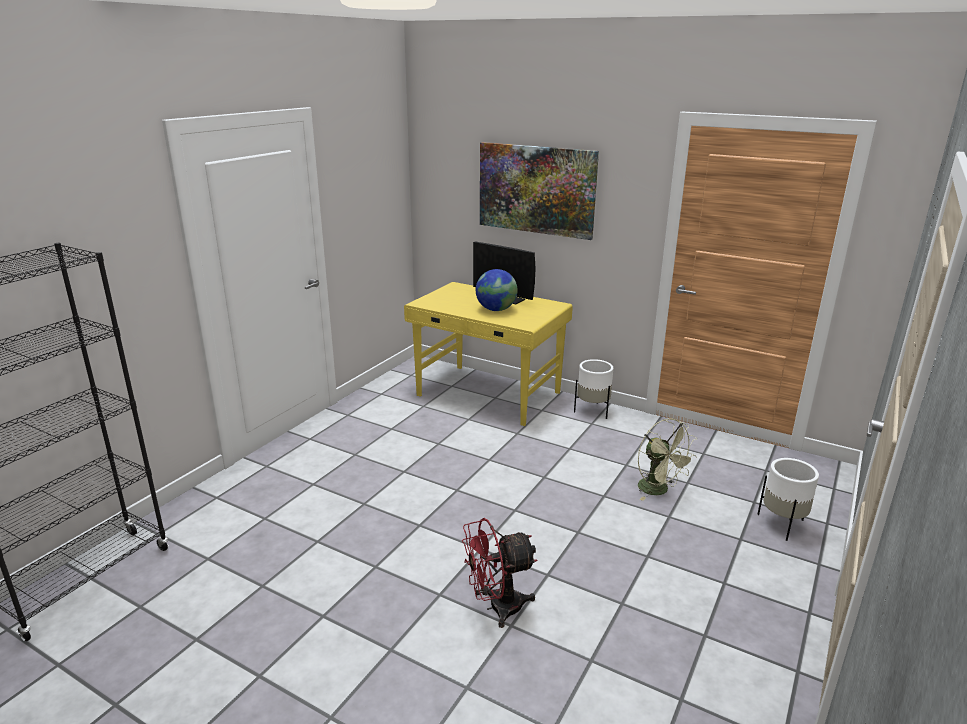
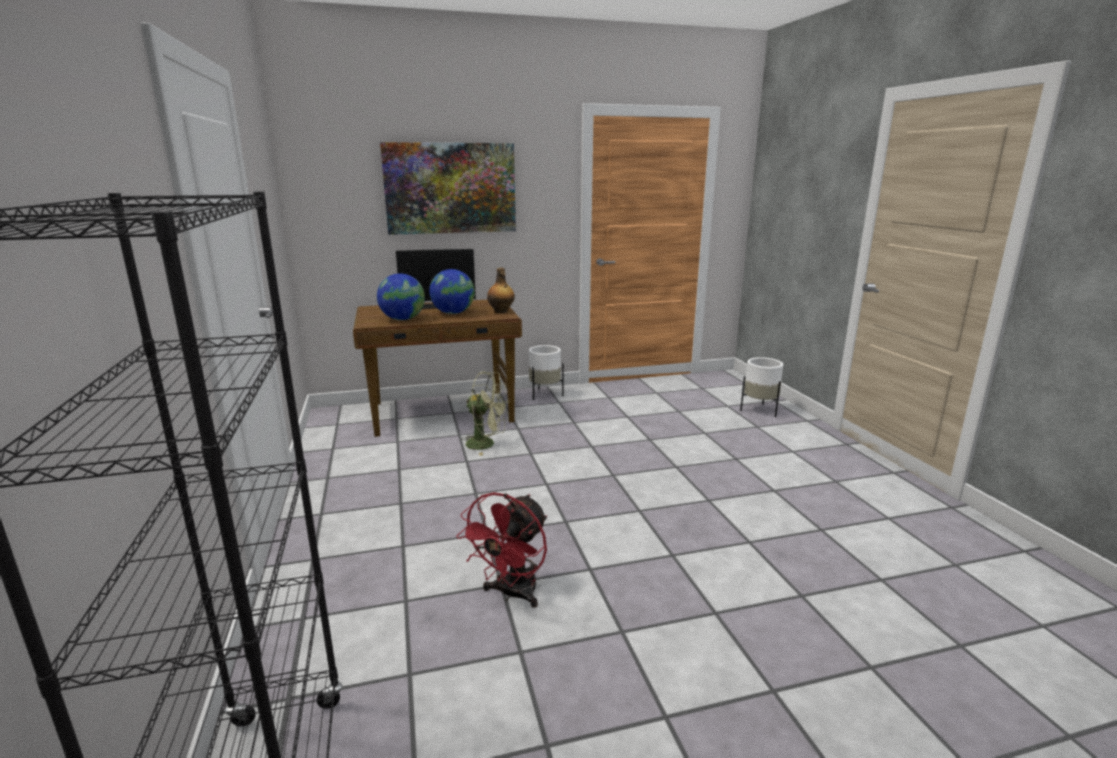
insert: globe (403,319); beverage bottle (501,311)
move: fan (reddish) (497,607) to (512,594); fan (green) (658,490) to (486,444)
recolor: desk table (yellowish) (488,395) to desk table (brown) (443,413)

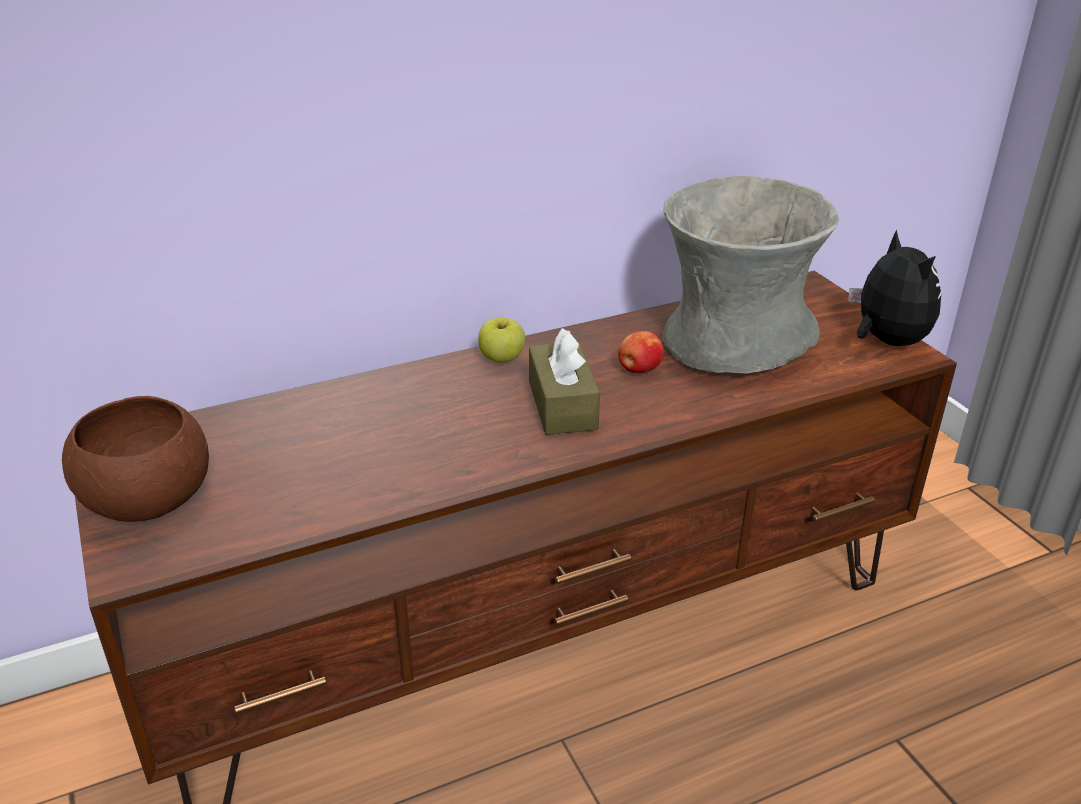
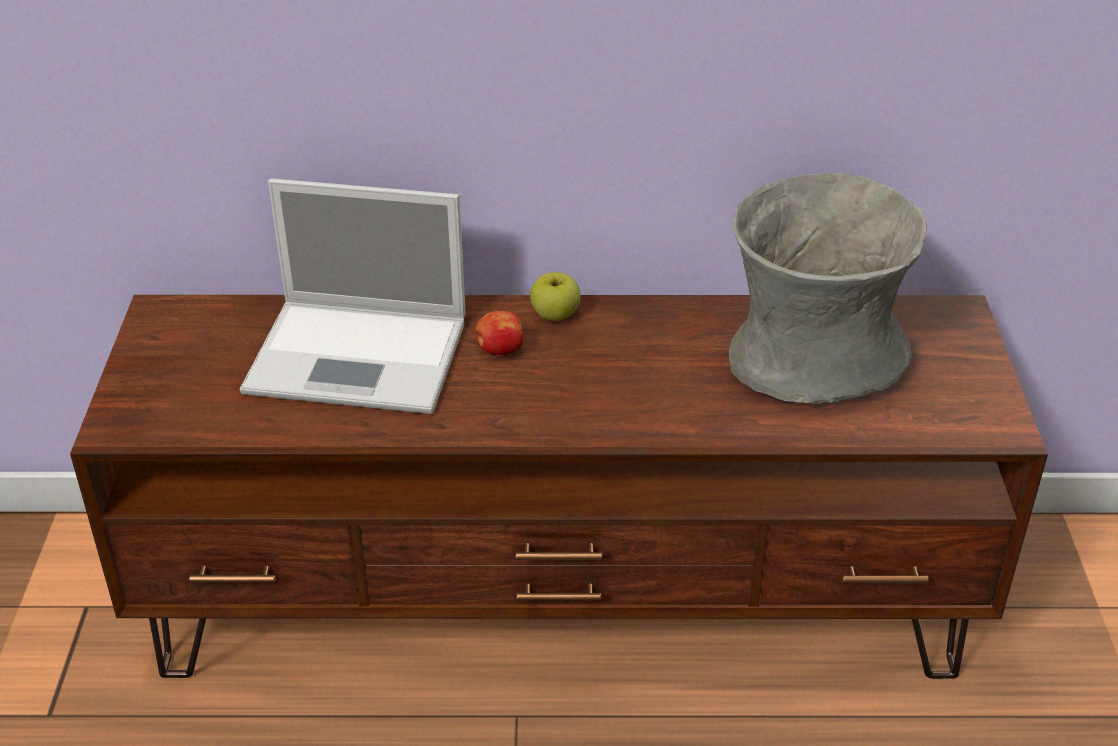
delete: deep dish (brown) (148,499); box of tissues (brown) (562,405); soft toy (886,341)
insert: notebook computer (362,356)
move: apple fruit (639,370) to (499,350)

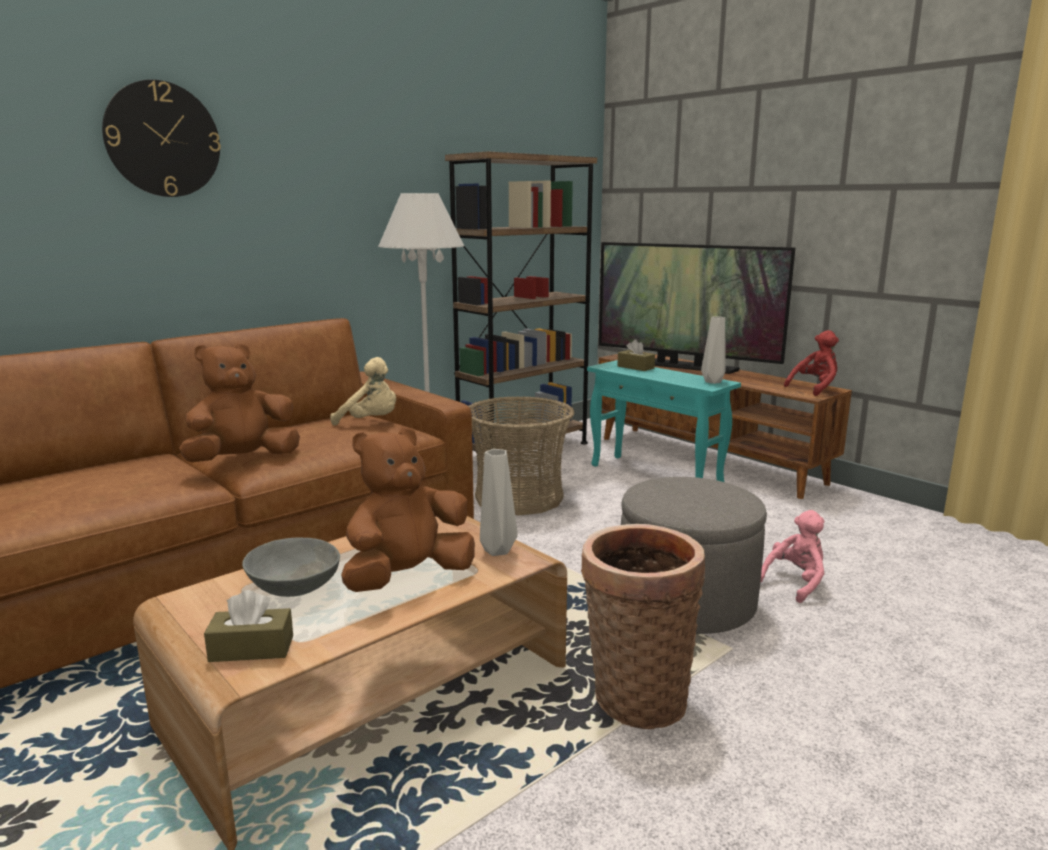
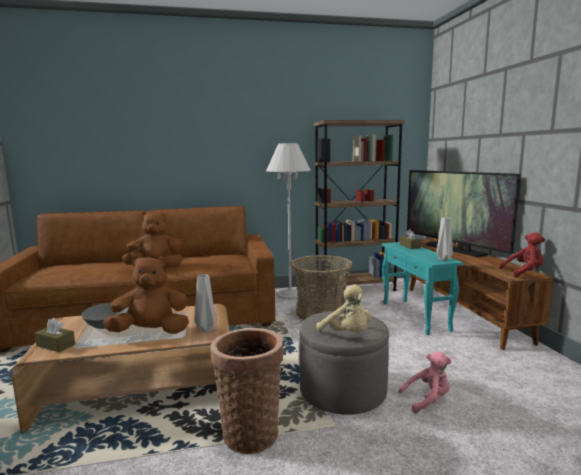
delete: hanging clock (163,139)
move: soft toy (sand-coloured) (371,422) to (347,334)

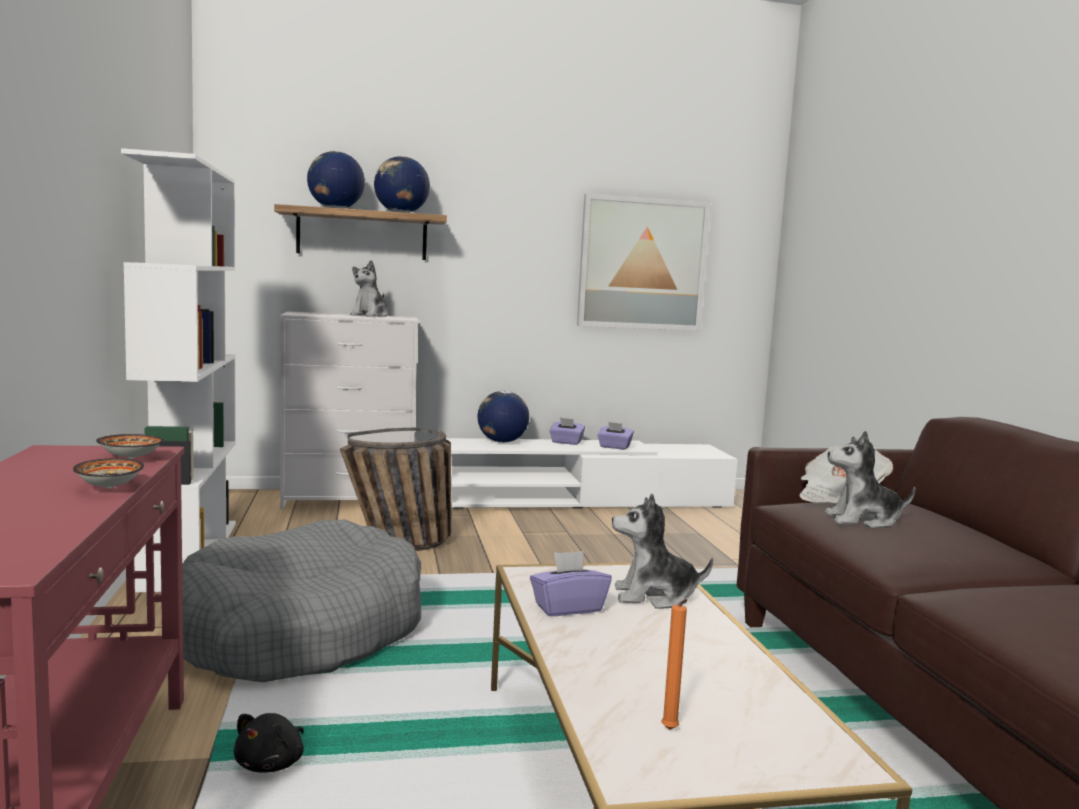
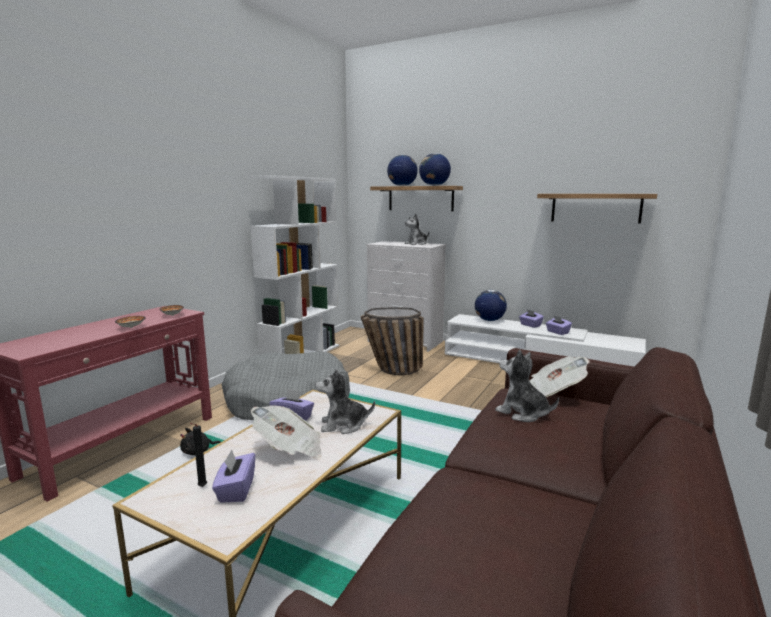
insert: box of tissues (purplish) (236,490); daily paper (289,448)
replace: picture (642,264) to bracket shelf (595,208)
recolor: wax candle (orange-coloured) (670,731) to wax candle (black) (201,487)
rotate: soft toy (654,596) = (343,425) 45 degrees counterclockwise

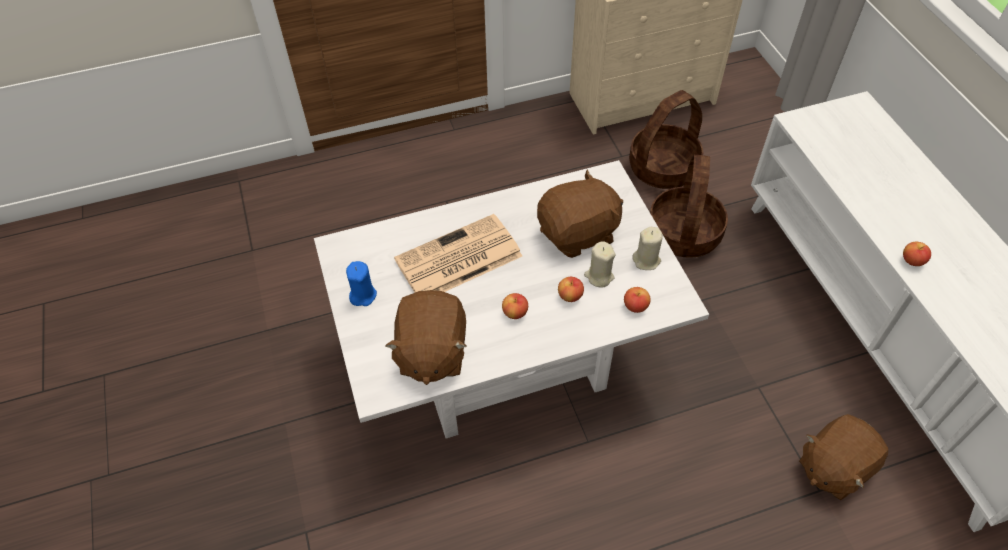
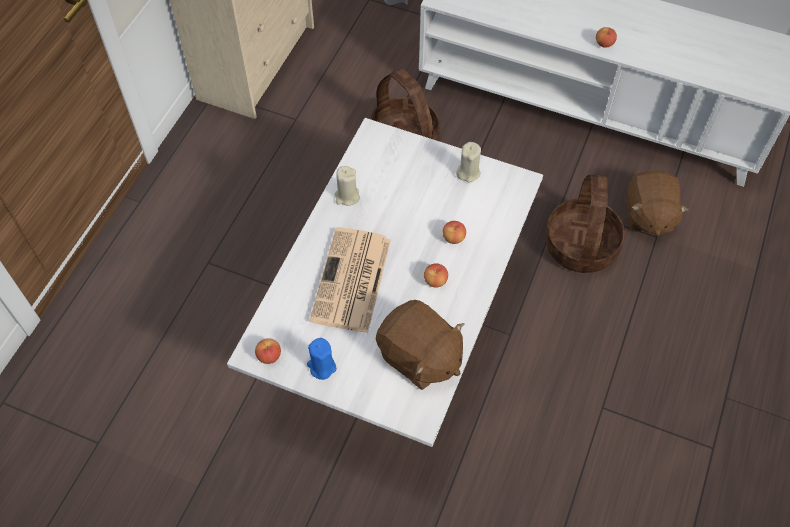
delete: soft toy (brown) (578,234)
move: apple fruit (635,306) to (269,356); wax candle (sand-coloured) (599,276) to (347,196); basket (663,167) to (580,245)

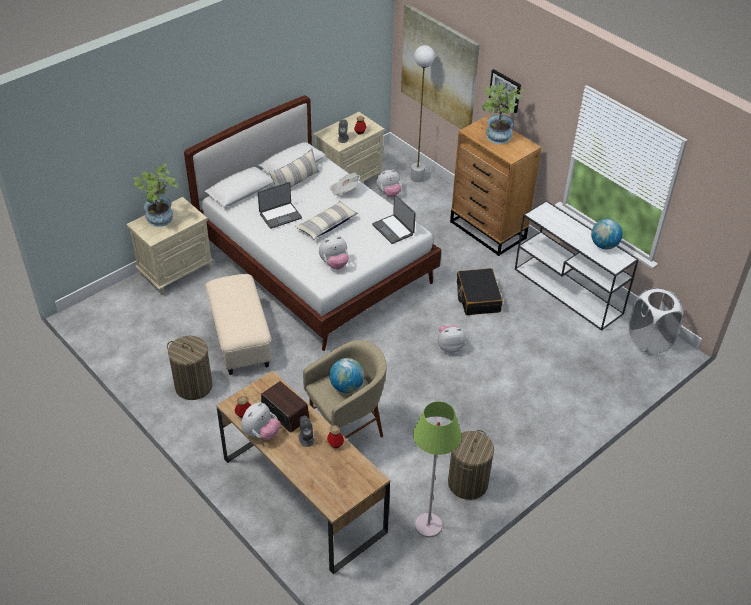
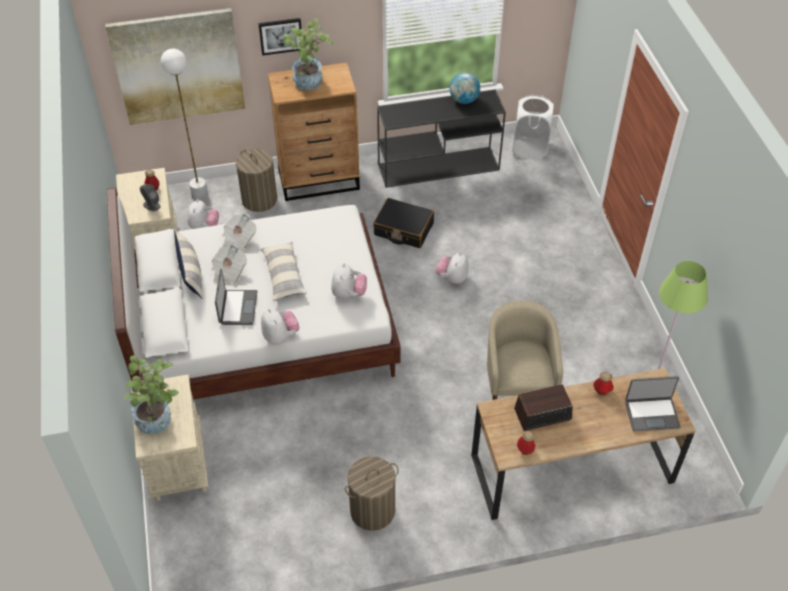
delete: ottoman (sand-coloured) (241,339); loudspeaker (grey) (306,438); globe (347,386)
insert: daily paper (228,272)
move: hamper (468,483) to (259,200); soft toy (261,433) to (280,336); notebook computer (393,229) to (651,414)
recolor: hall table (white-coloured) (569,292) to hall table (black) (439,167)

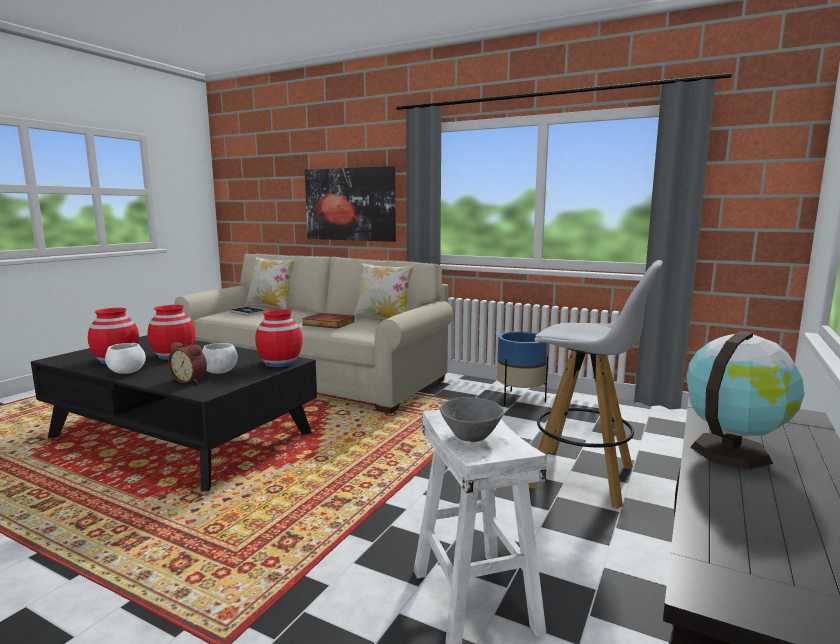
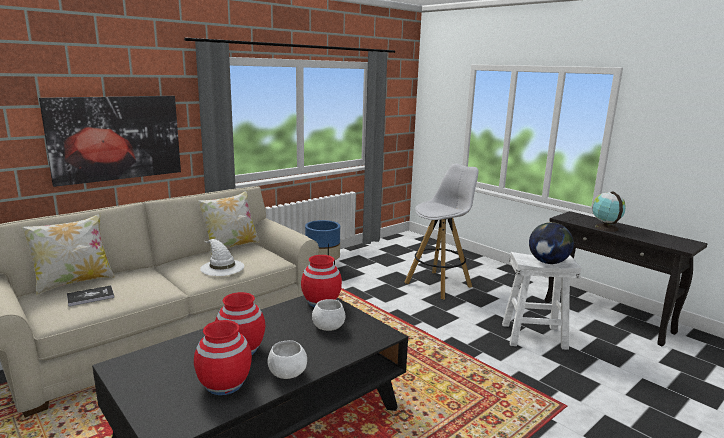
delete: alarm clock (190,380)
replace: volume (327,323) to wearable hat (white-coloured) (221,267); deep dish (grey) (469,437) to globe (548,262)

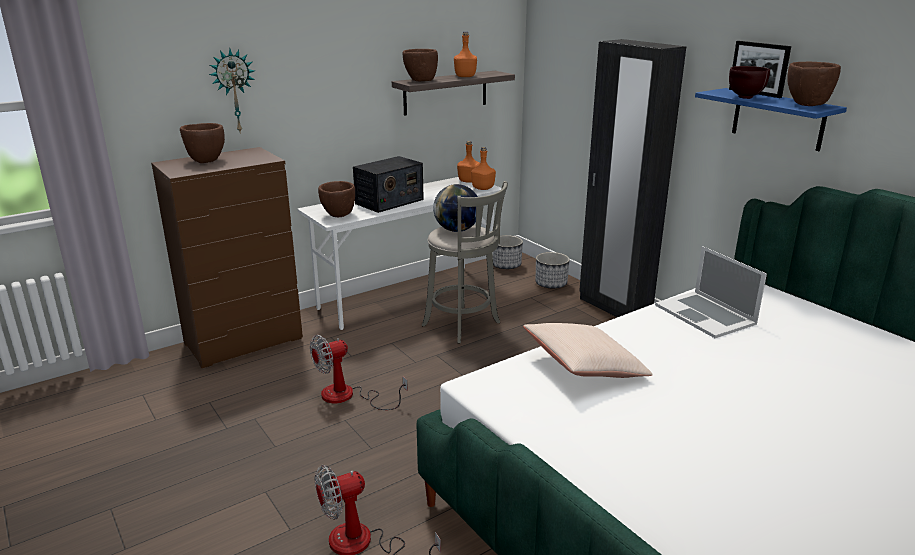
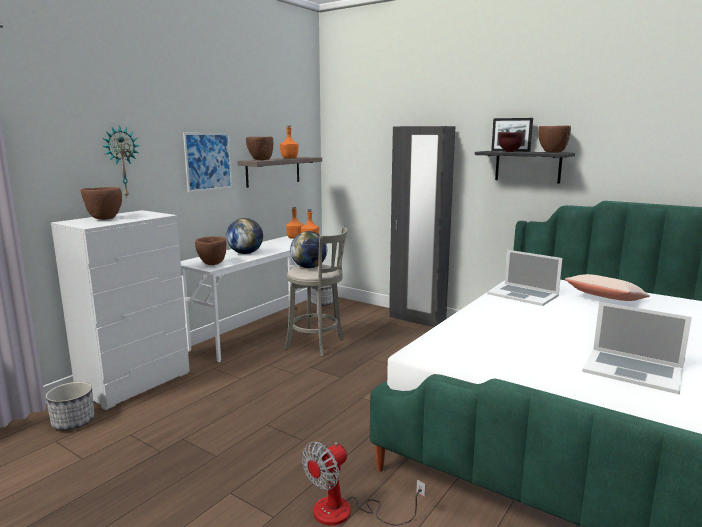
delete: fan (348,396)
insert: picture (208,161); notebook computer (632,370)
move: planter (551,284) to (73,422); pillow (sand-coloured) (584,367) to (605,299)
replace: radio receiver (389,202) to globe (245,253)
recolor: chest of drawers (brown) (244,341) to chest of drawers (white-coloured) (135,383); bracket shelf (blue-coloured) (778,119) to bracket shelf (black) (527,166)

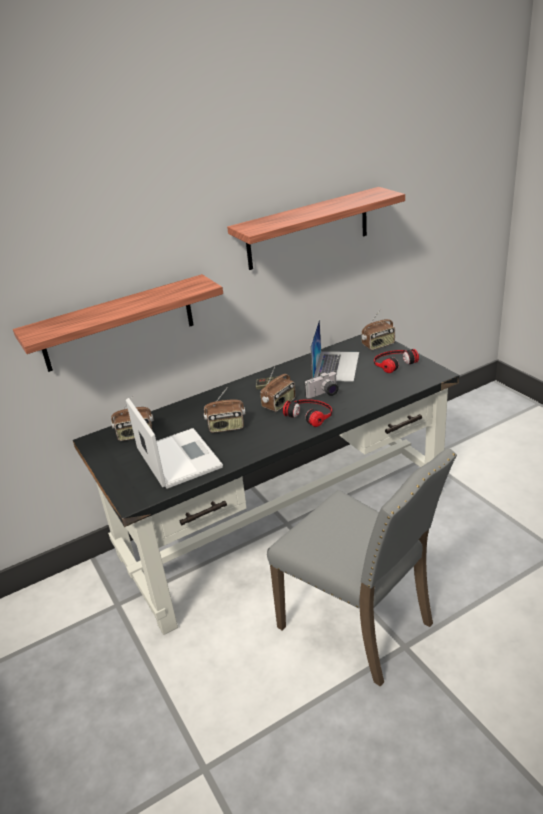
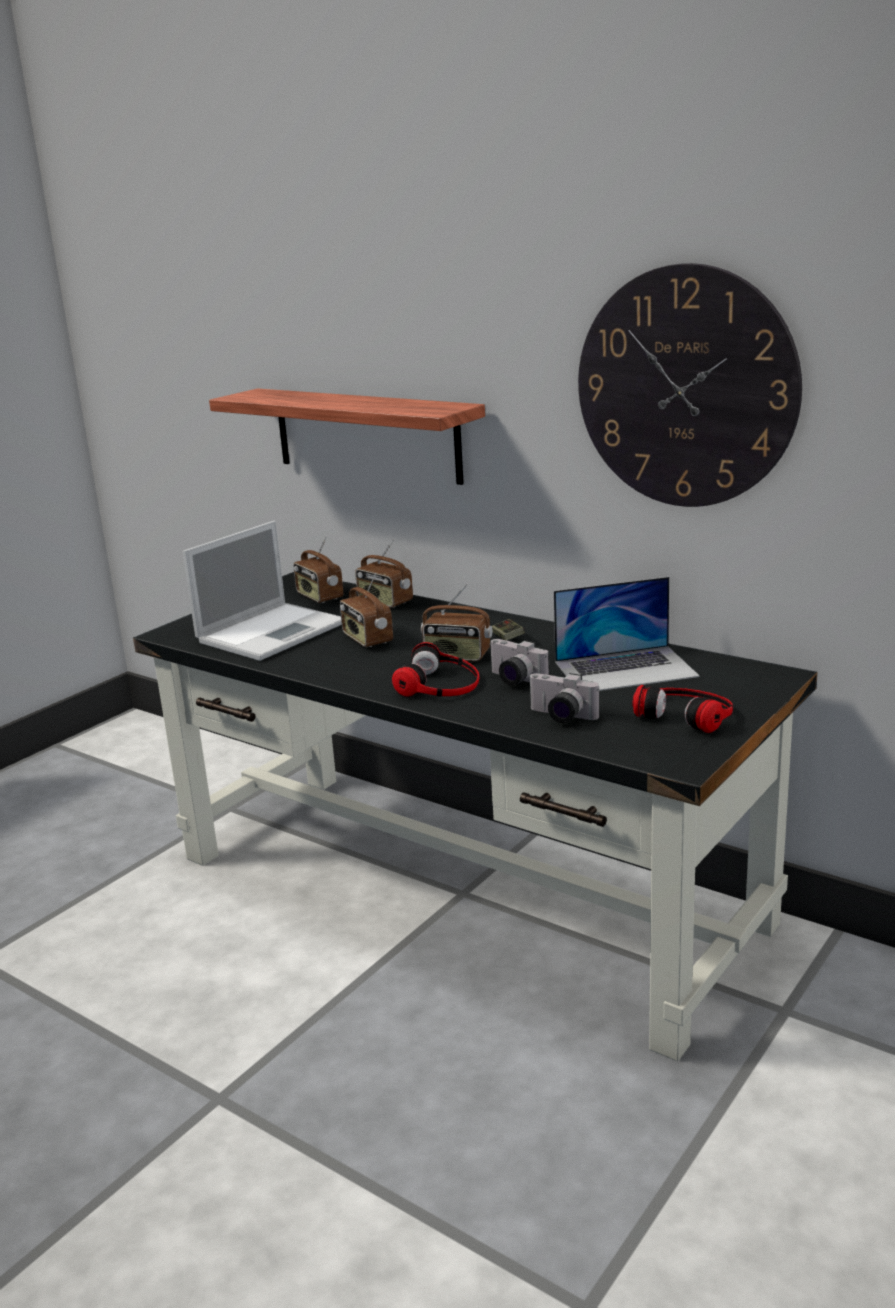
delete: plain chair (grey) (360,624)
insert: still camera (560,717)
move: radio receiver (378,345) to (384,602)
replace: bracket shelf (308,229) to hanging clock (685,388)

